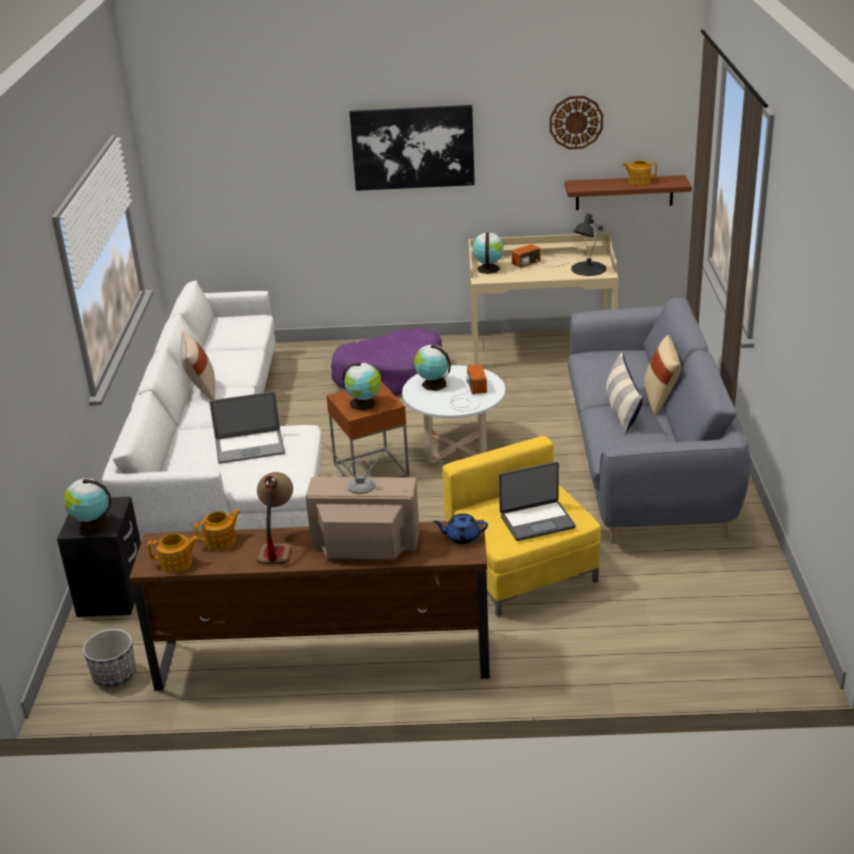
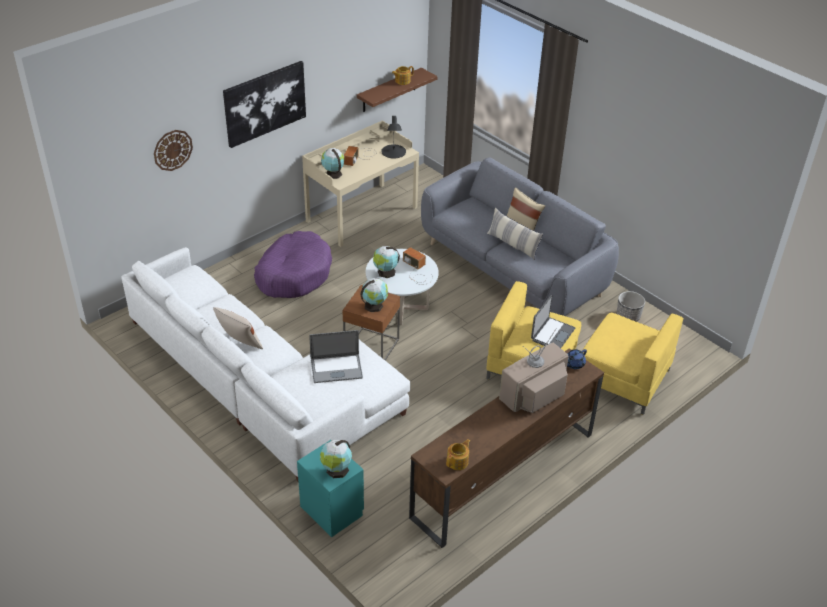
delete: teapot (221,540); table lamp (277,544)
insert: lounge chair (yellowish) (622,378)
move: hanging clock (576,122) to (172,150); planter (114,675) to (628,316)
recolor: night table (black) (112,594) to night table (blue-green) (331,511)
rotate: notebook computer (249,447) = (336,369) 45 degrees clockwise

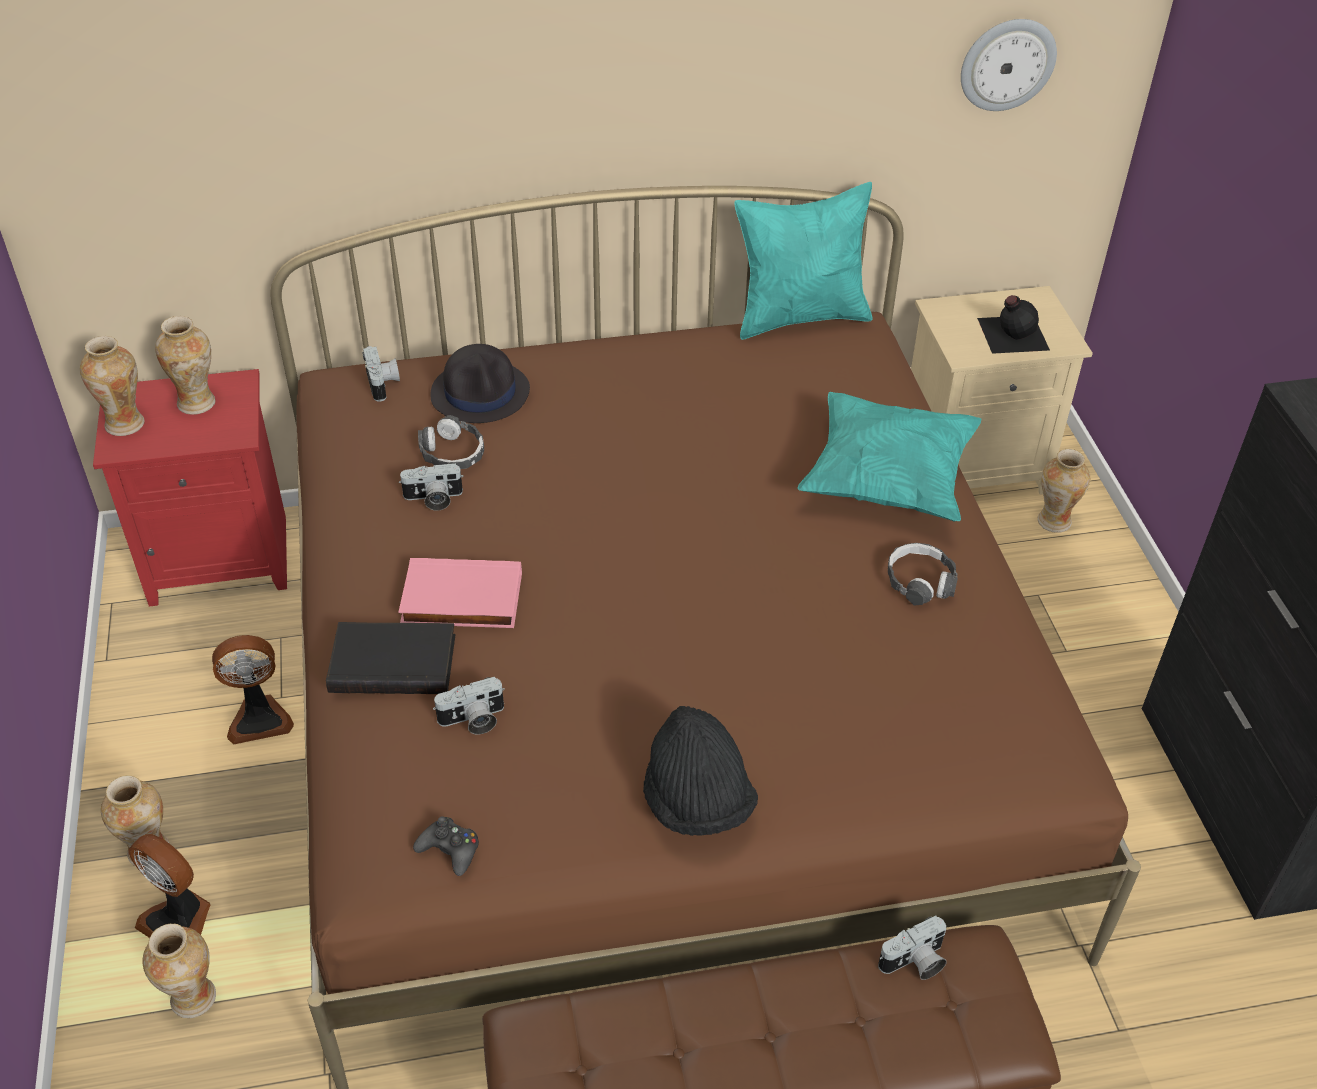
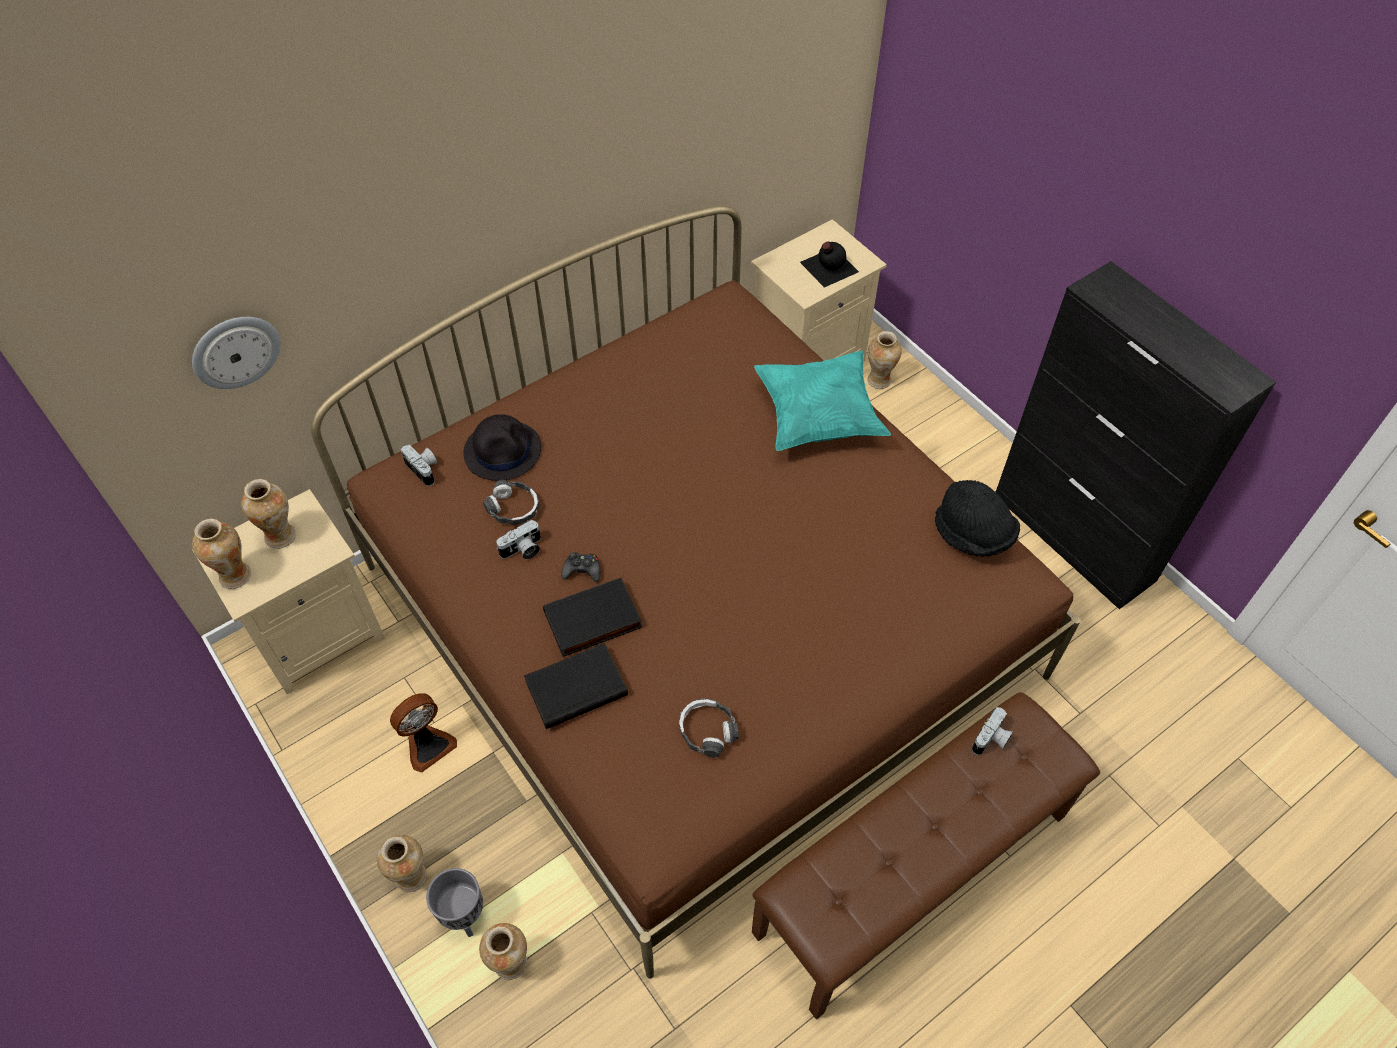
delete: still camera (473,720); pillow (blue-green) (800,317)
move: hanging clock (1007,64) to (235,351); joypad (black) (450,850) to (582,570); pair of headphones (920,581) to (707,731); wearable hat (black) (697,801) to (973,535)
replace: fan (179,920) to planter (grey) (465,915)
recolor: night table (reddish) (221,558) to night table (sand-coloured) (318,633); volume (pink) (460,601) to volume (black) (593,621)

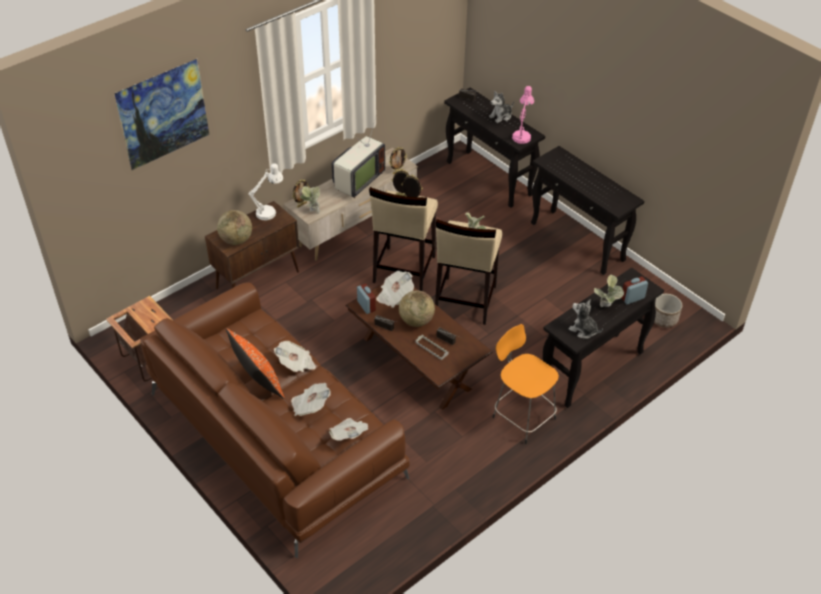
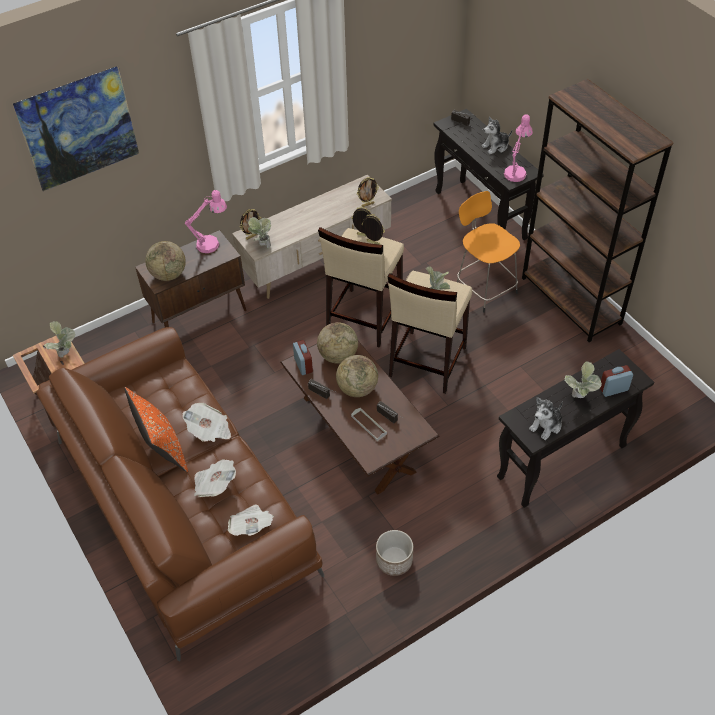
delete: television (357,181)
insert: potted plant (66,354)
move: planter (663,319) to (394,560); stool seat (orange-coloured) (522,416) to (484,288)
replace: daily paper (394,296) to globe (338,356); hall table (black) (578,242) to bookcase (brown) (571,301)
recolor: table lamp (white-coloured) (269,212) to table lamp (pink) (212,243)
rotate: soft toy (583,330) = (546,425) 90 degrees counterclockwise

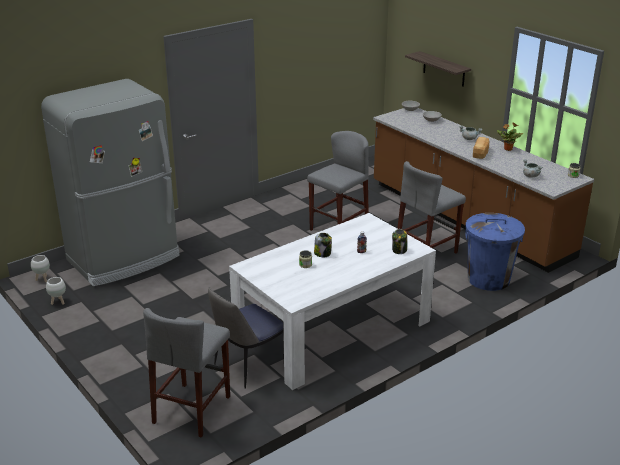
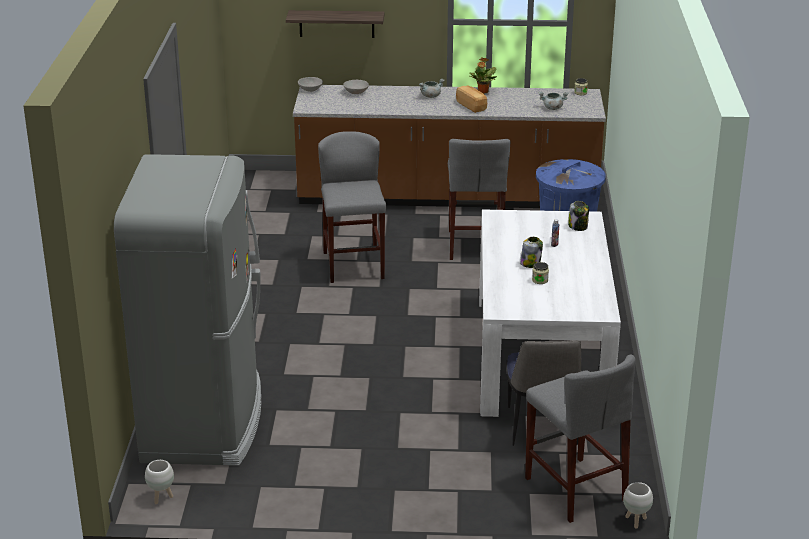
move: planter (white-coloured) (58,302) to (635,521)

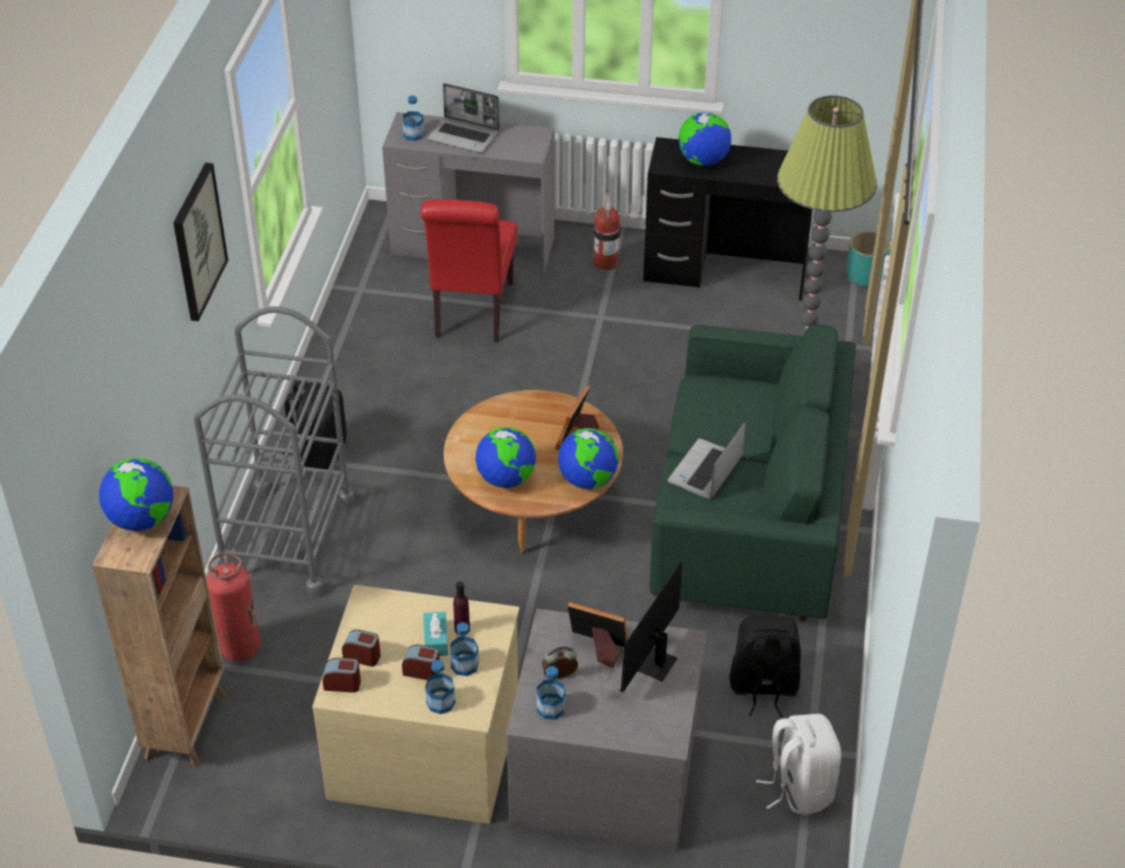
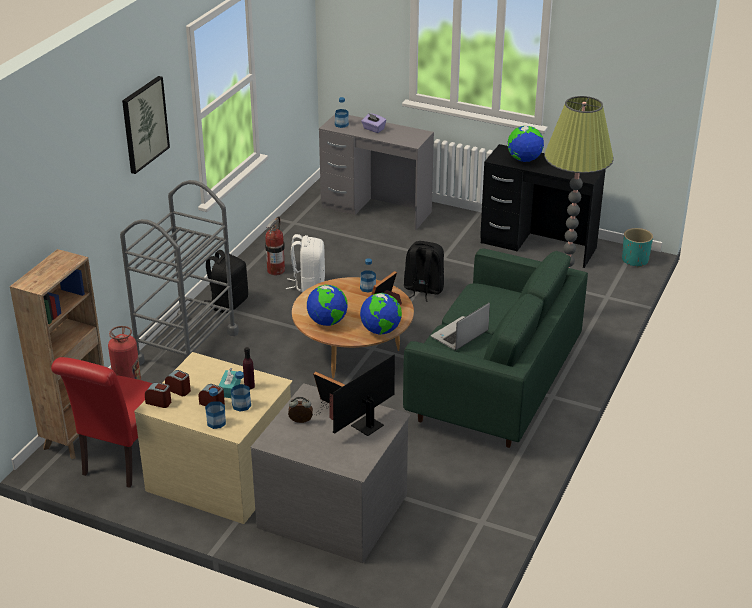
delete: globe (142,519)
move: plain chair (reddish) (472,314) to (123,460); fire extinguisher (606,262) to (276,270); backpack (white-coloured) (798,788) to (308,285); beverage bottle (550,708) to (367,288); backpack (black) (763,687) to (423,290)
replace: notebook computer (464,136) to box of tissues (purplish) (373,129)

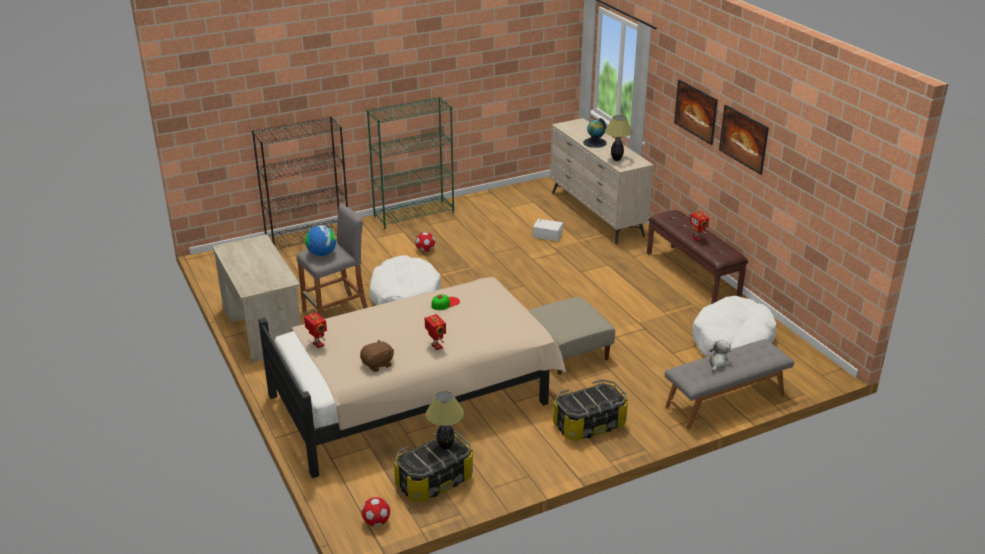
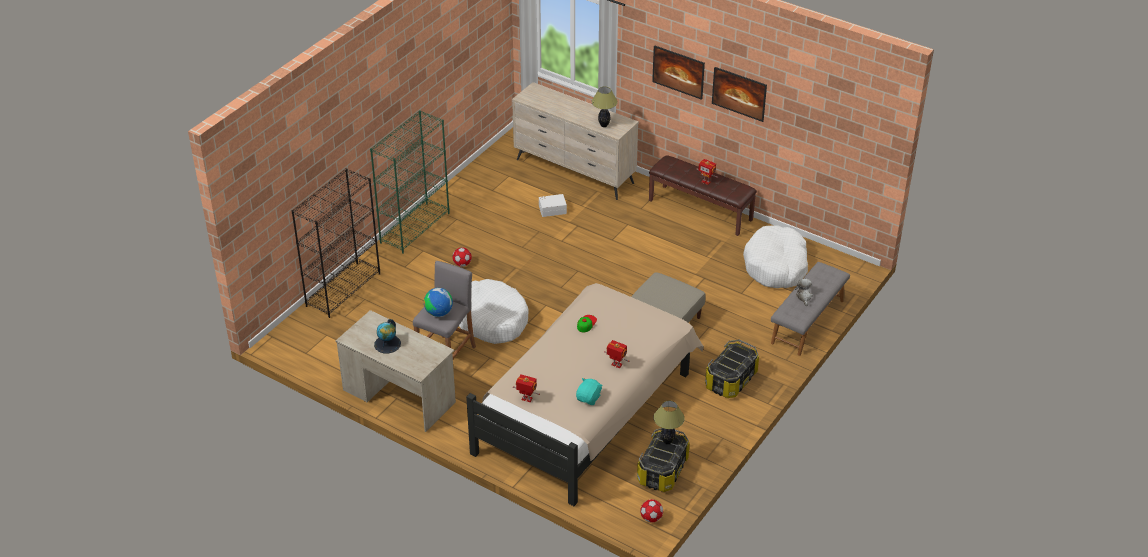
move: globe (594,143) to (387,344)
recolor: soft toy (brown) (378,364) to soft toy (blue-green) (589,398)

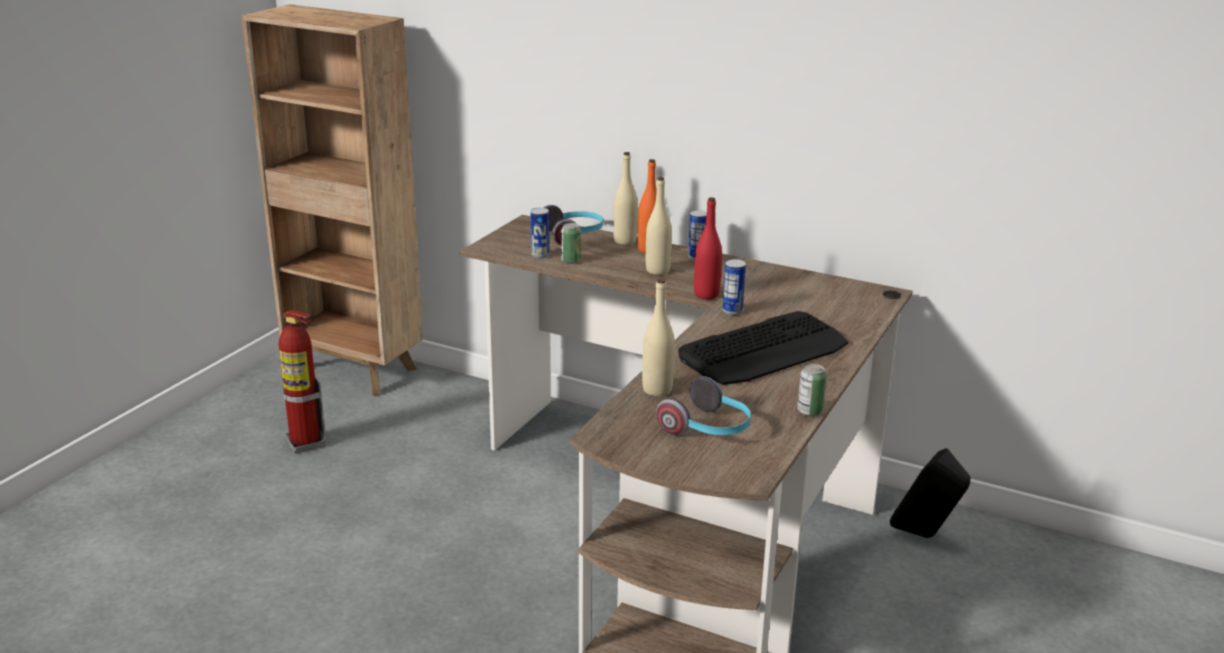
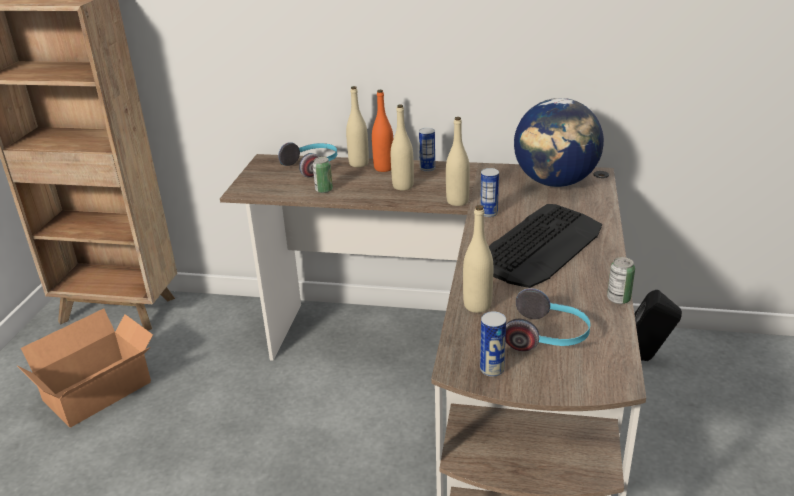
insert: globe (555,182)
move: sealed can (540,255) to (492,369)
replace: fire extinguisher (306,443) to cardboard box (101,391)
recolor: beverage bottle (reddish) (706,294) to beverage bottle (sand-coloured) (457,201)

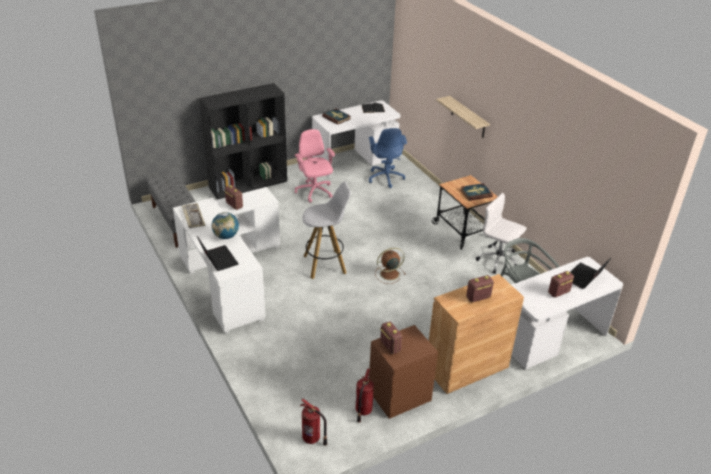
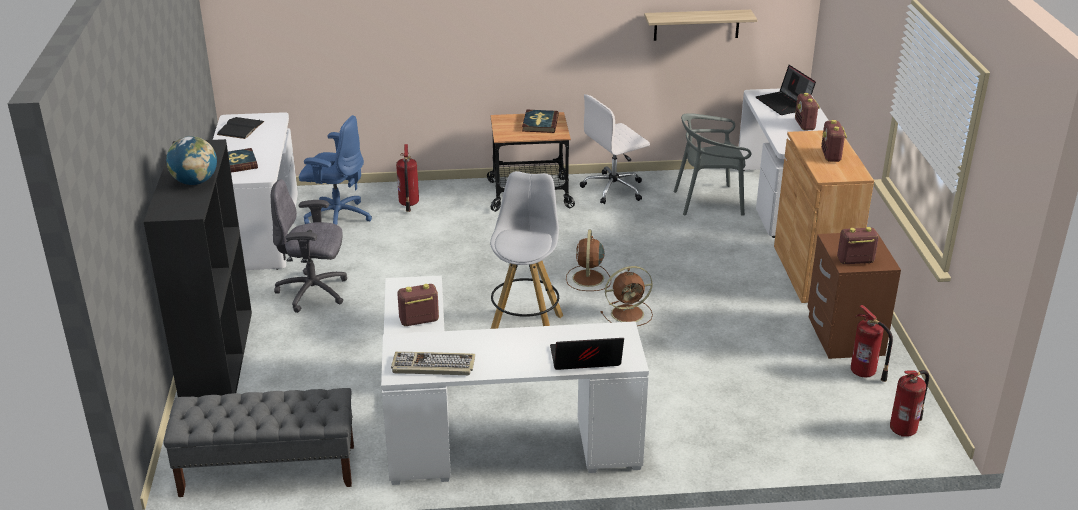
insert: fire extinguisher (408,203); fan (brown) (629,313)
move: globe (226,236) to (195,182); bracket shelf (468,117) to (696,25)
recolor: computer chair (pink) (314,192) to computer chair (grey) (314,292)

